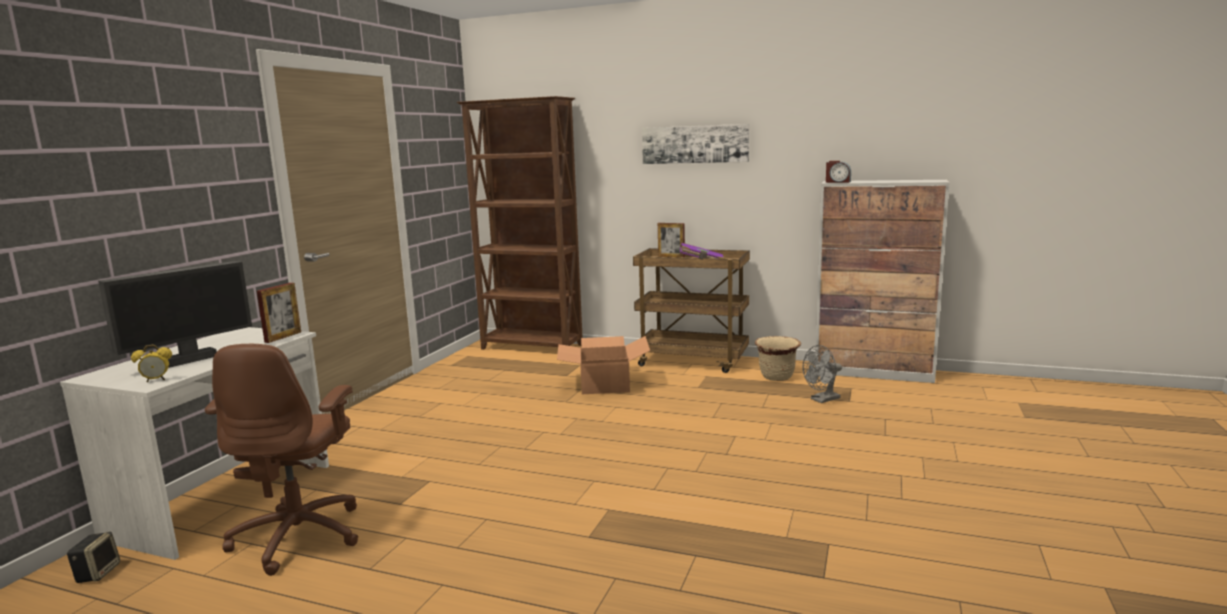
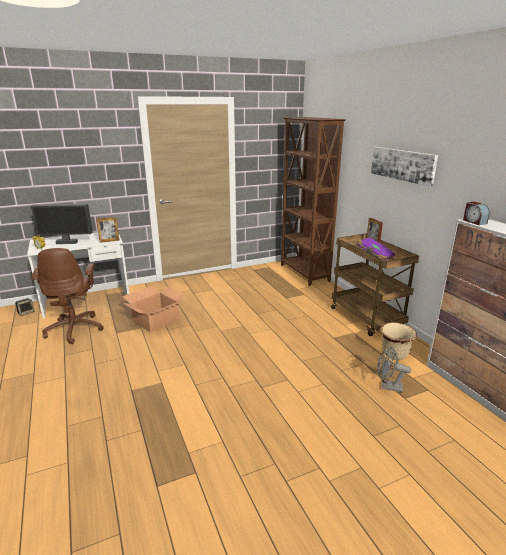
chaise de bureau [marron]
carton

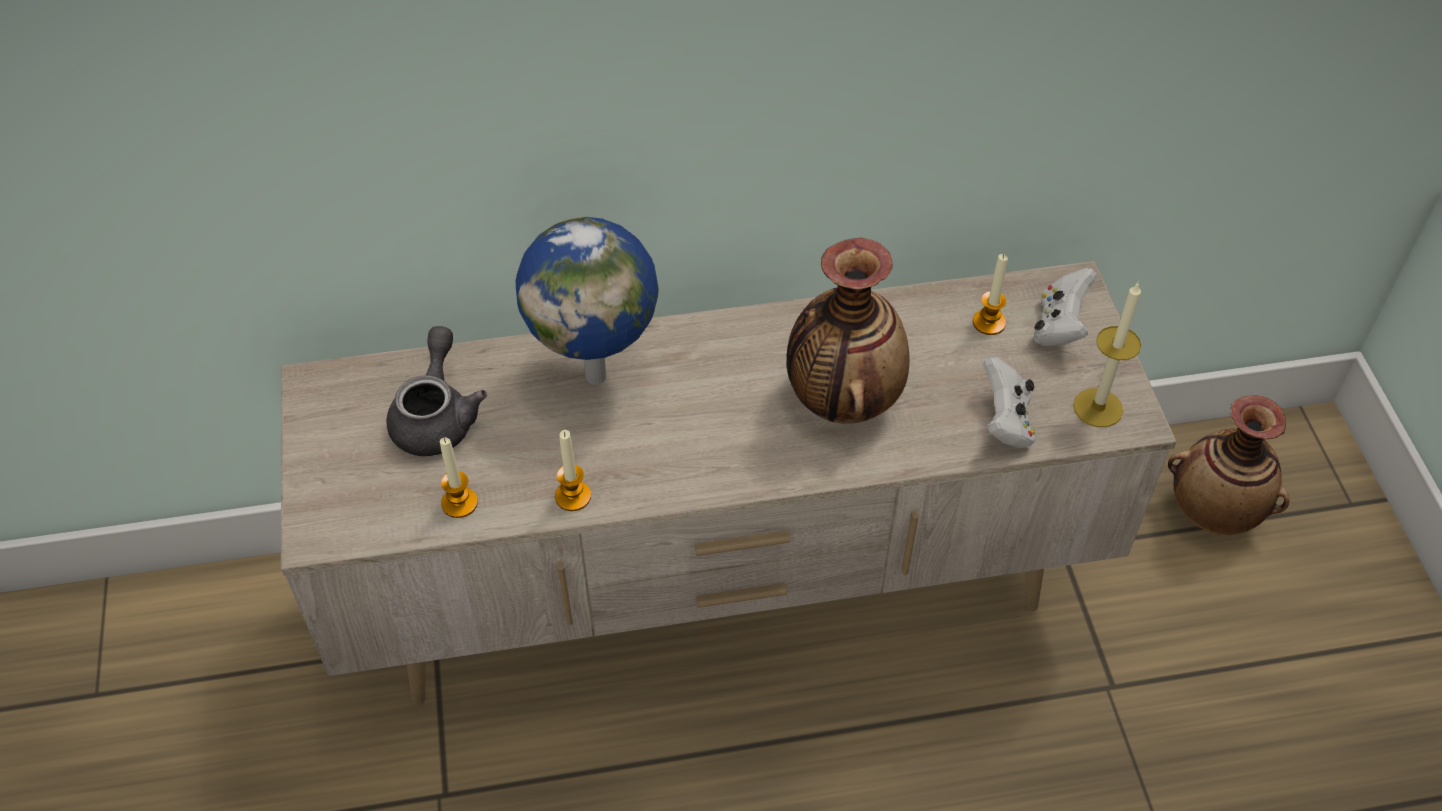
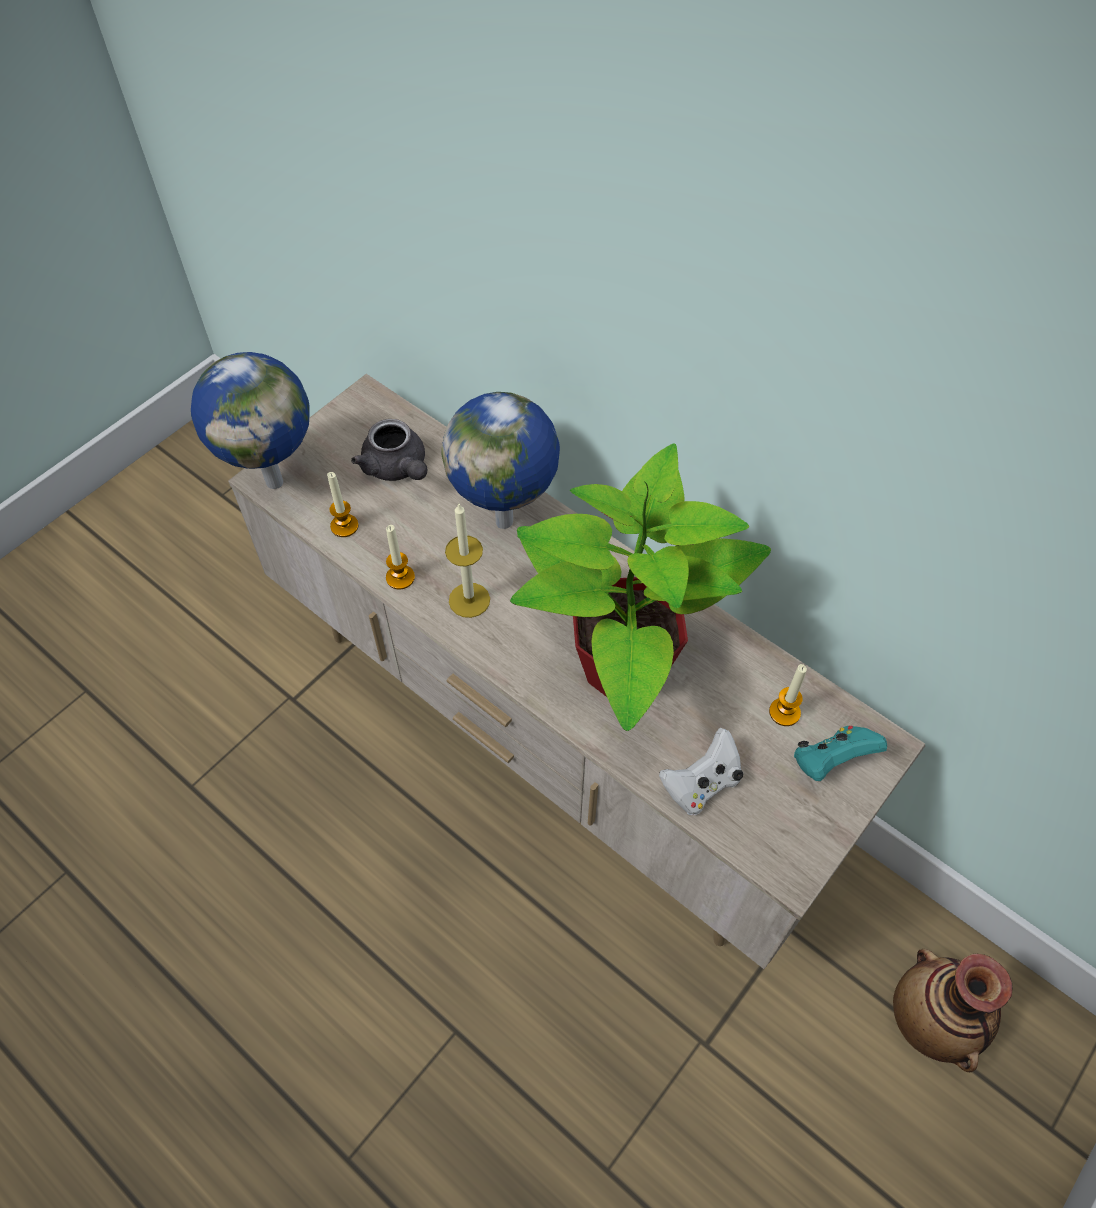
théière [gris]
plante en pot
manette [turquoise]
bougie (no. 3 from left)
globe (no. 1 from left)

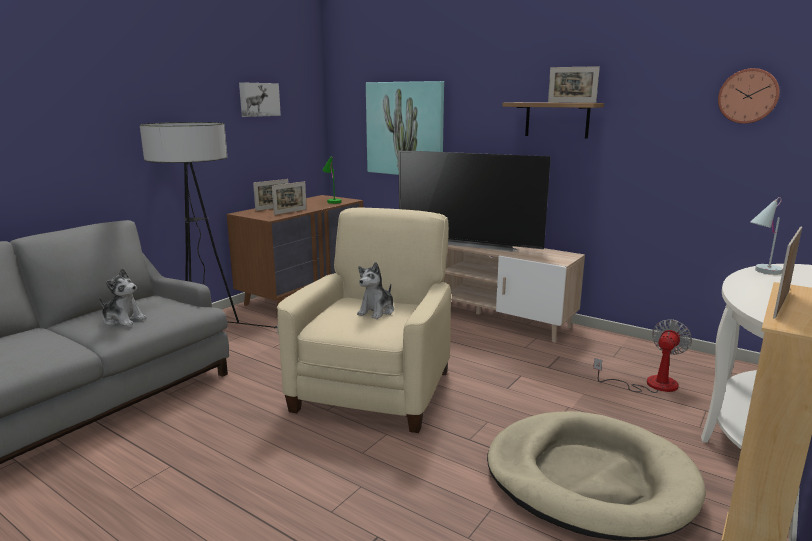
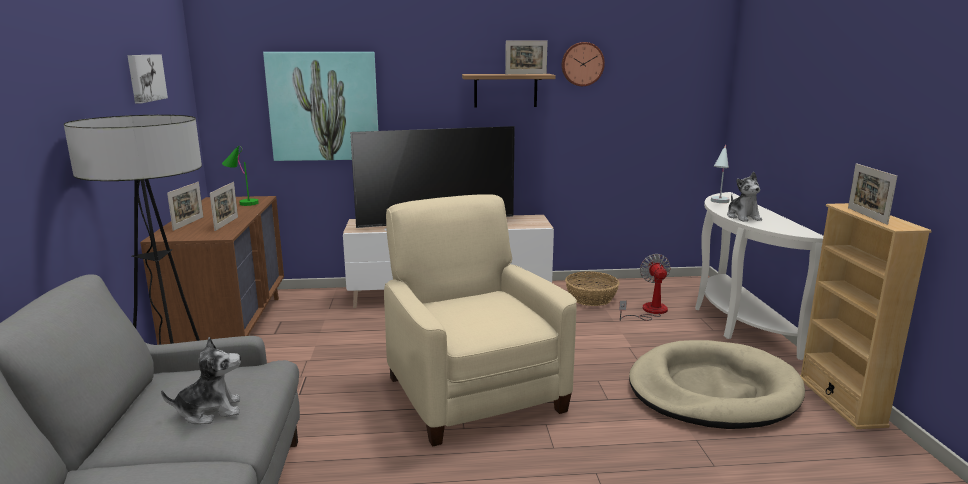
peluche (no. 2 from left)
horloge murale
panier

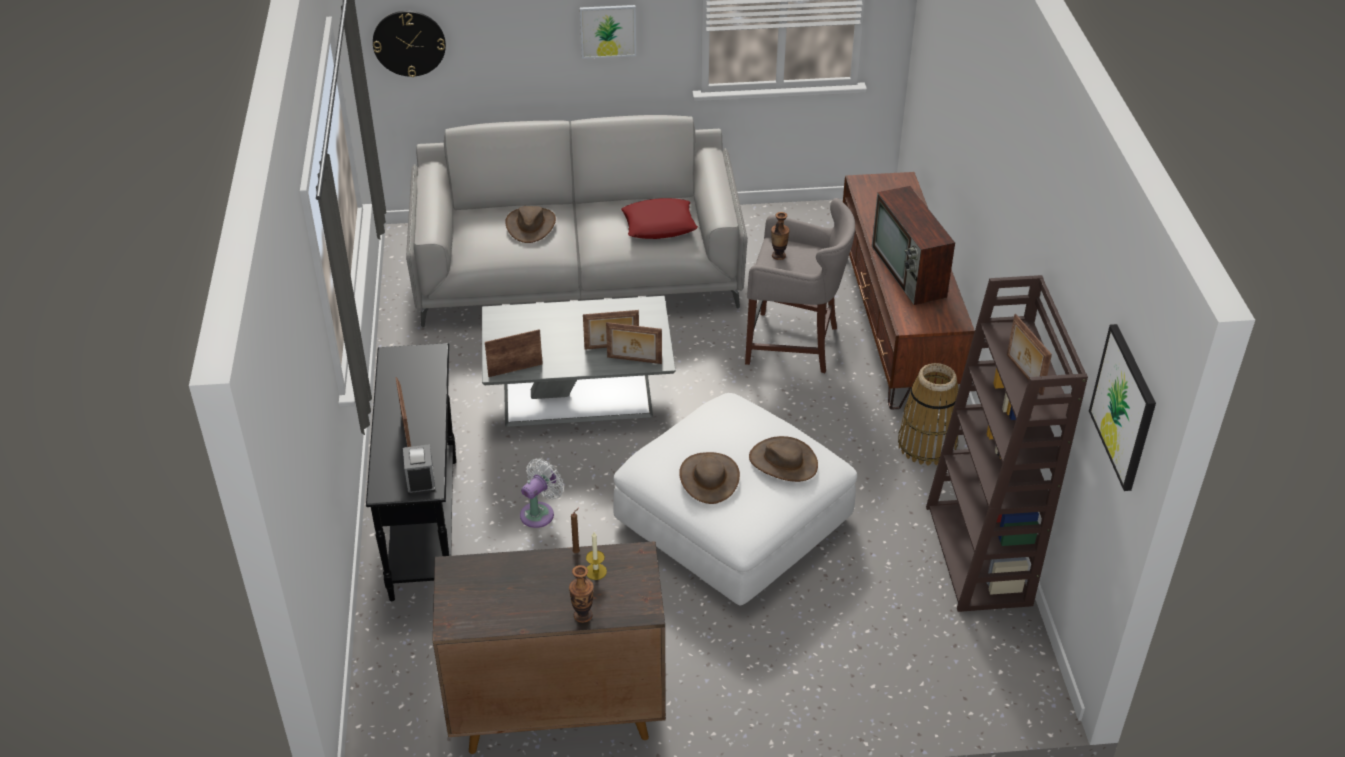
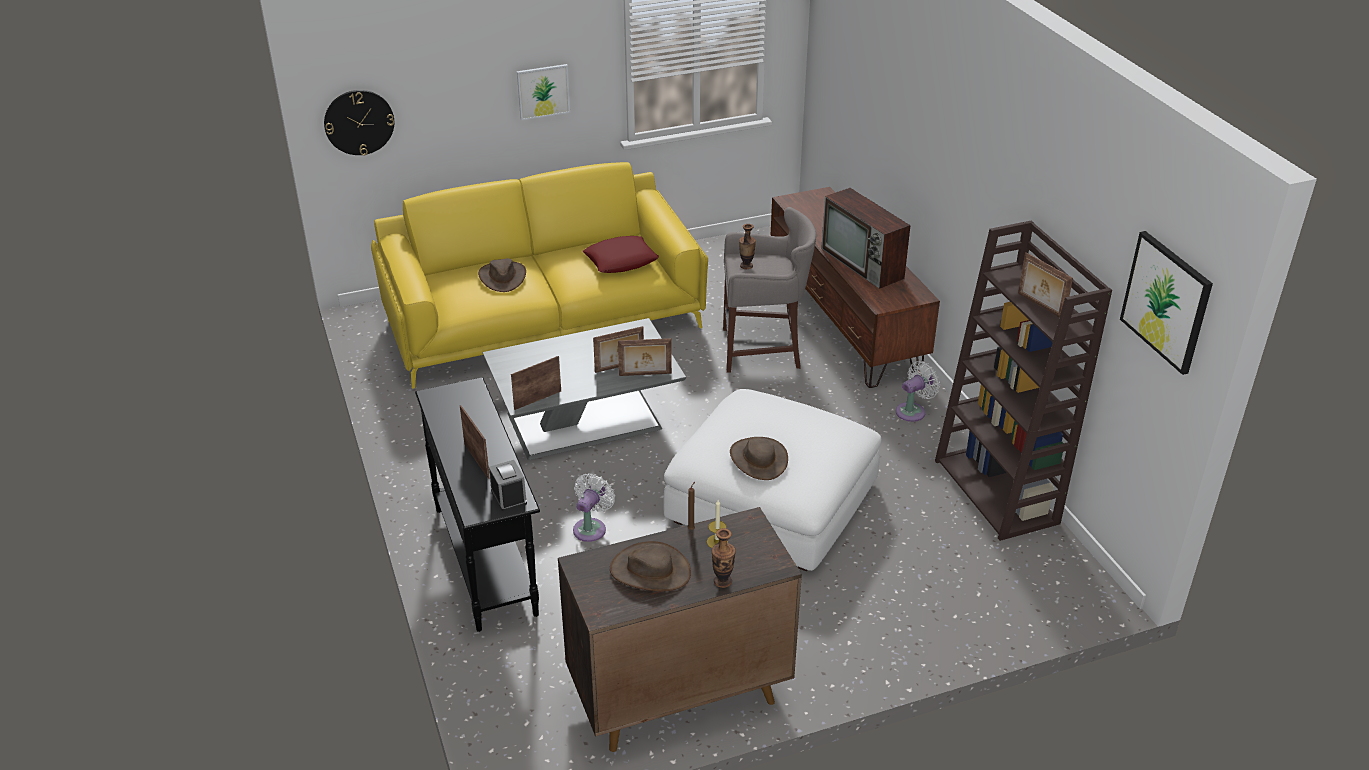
canapé [jaune]
chapeau [marron] (no. 2 from left)
ventilateur [blanc] (no. 2 from left)

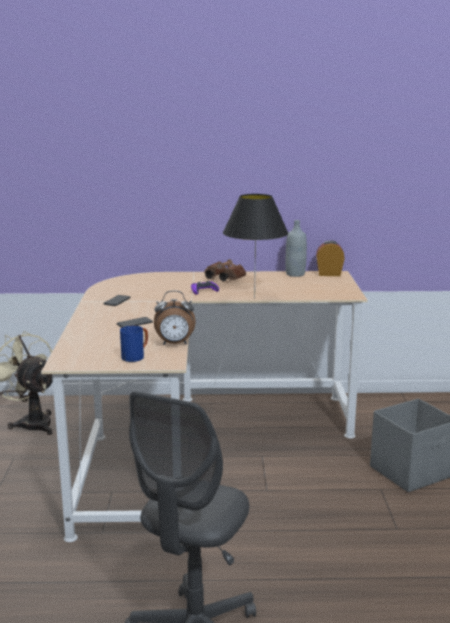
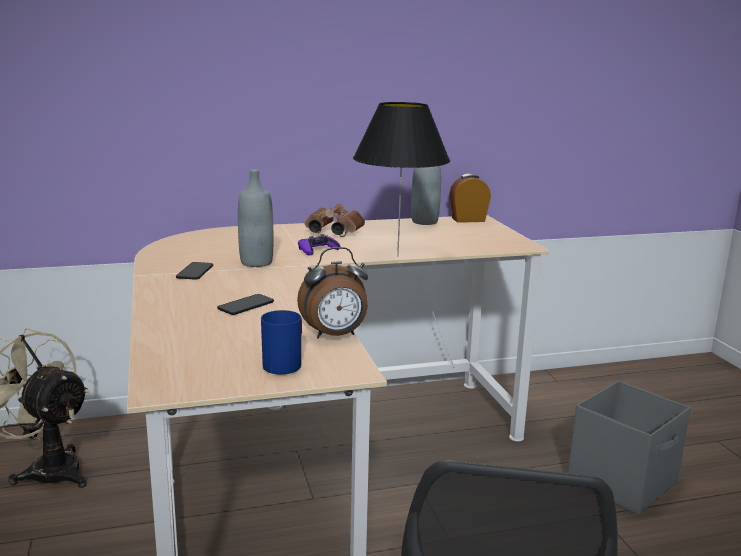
bouteille [gris] (no. 1 from left)

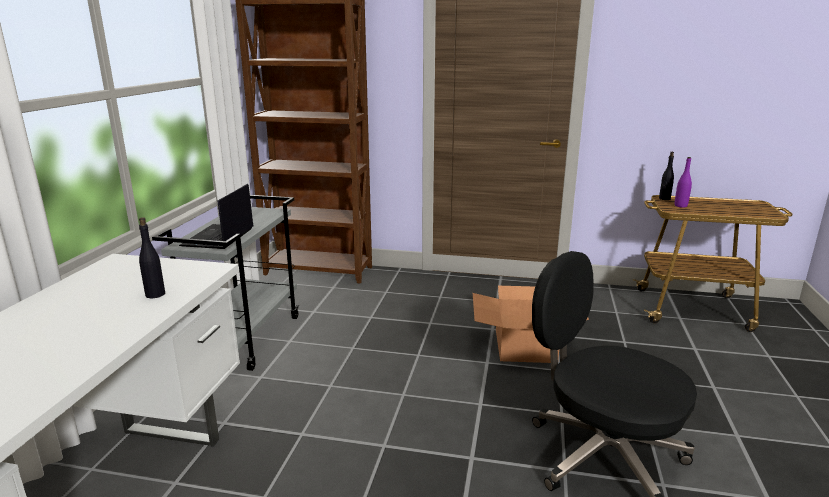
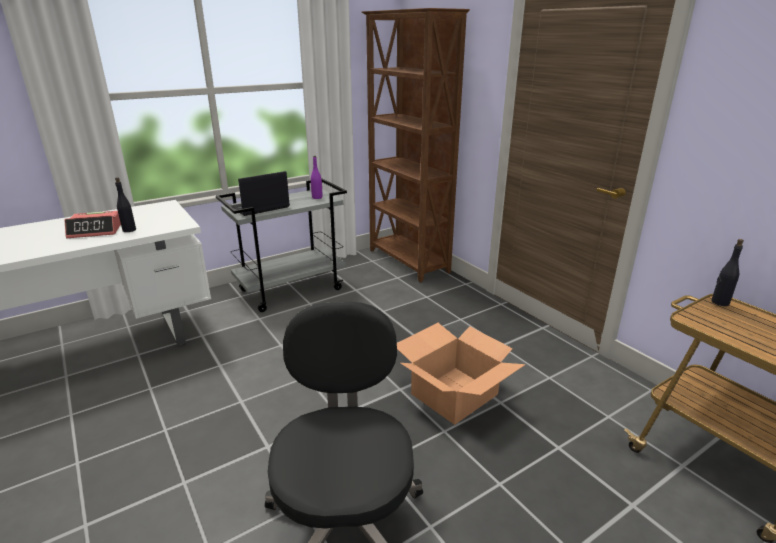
bouteille [violet]
réveil

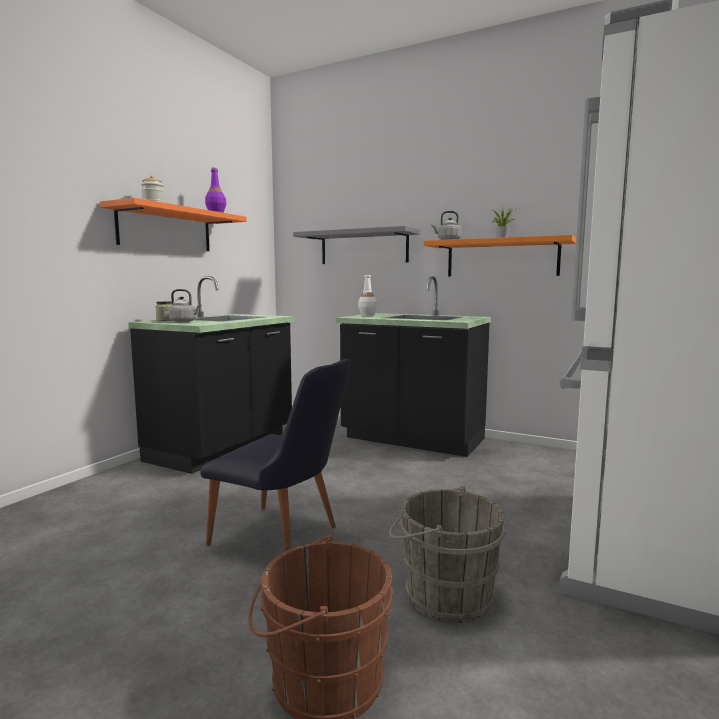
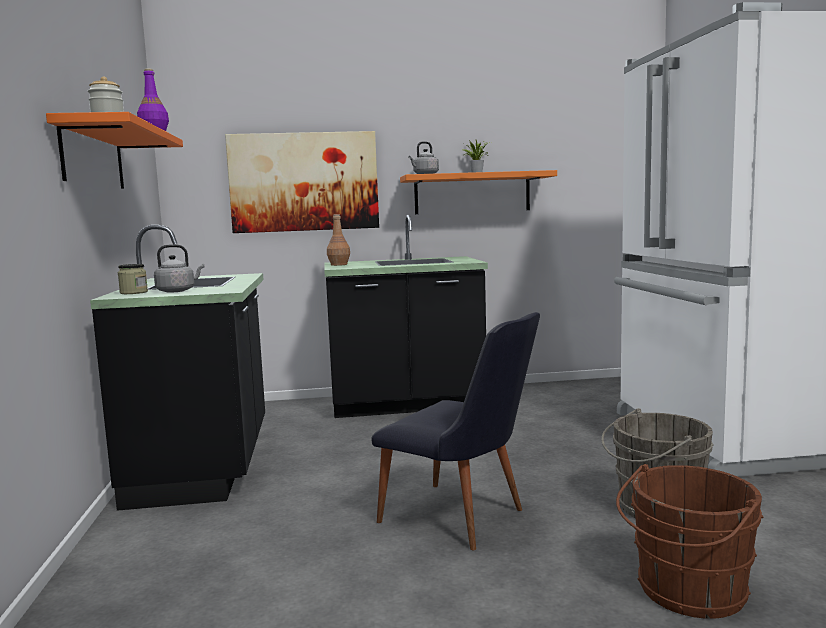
chaise [noir]
tableau
bouteille [marron]

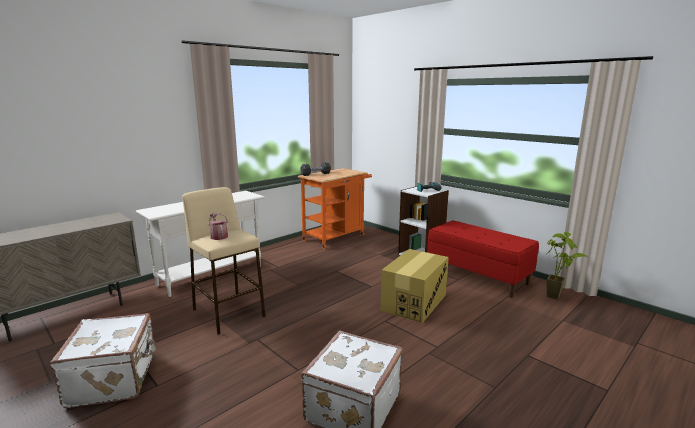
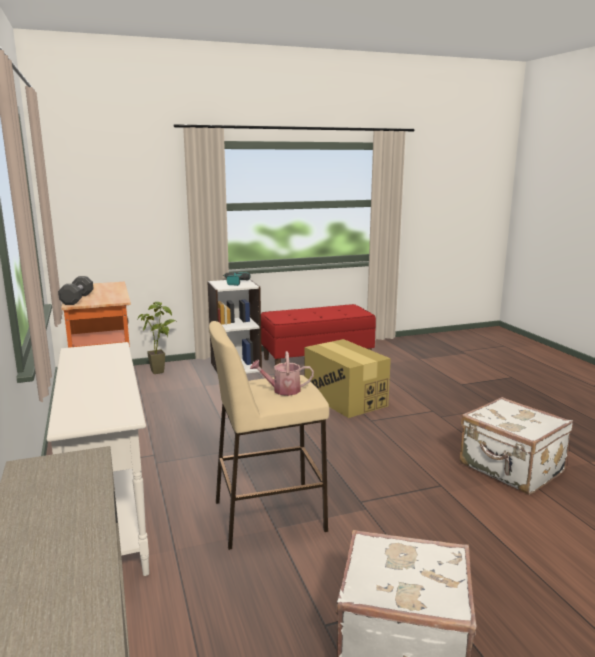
plante en pot

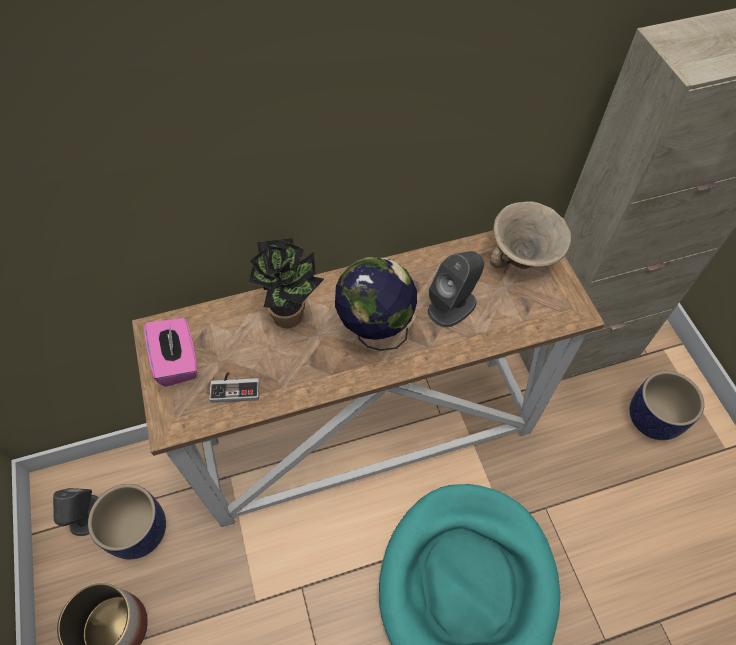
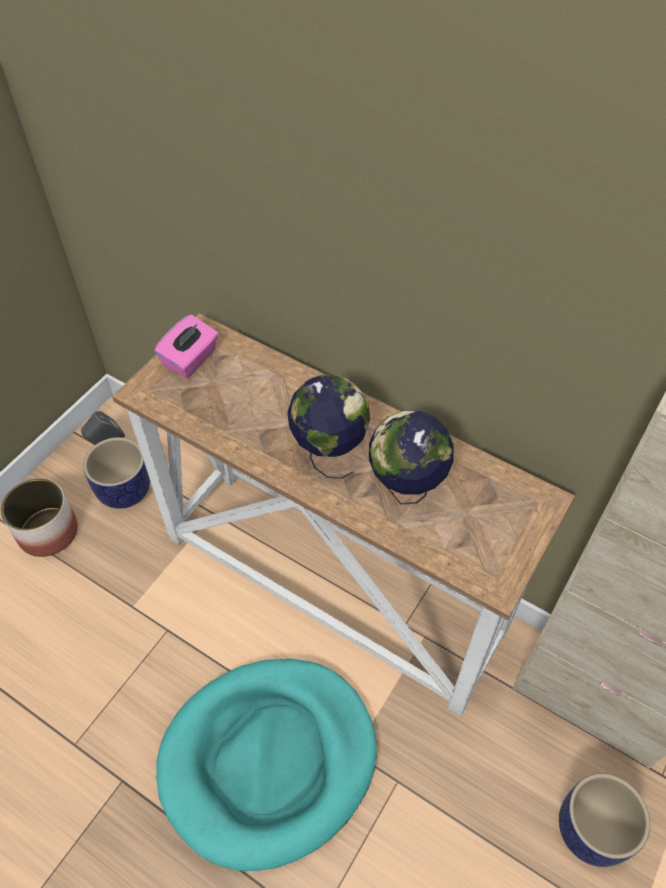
manette
plante en pot
globe (no. 2 from left)
bol [beige]

